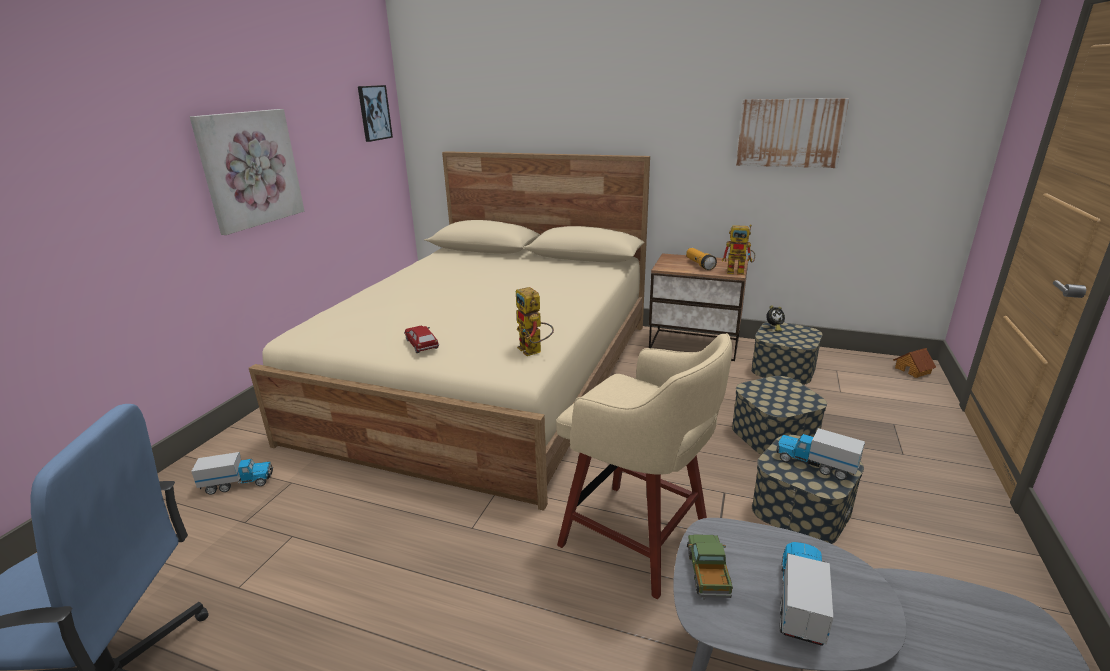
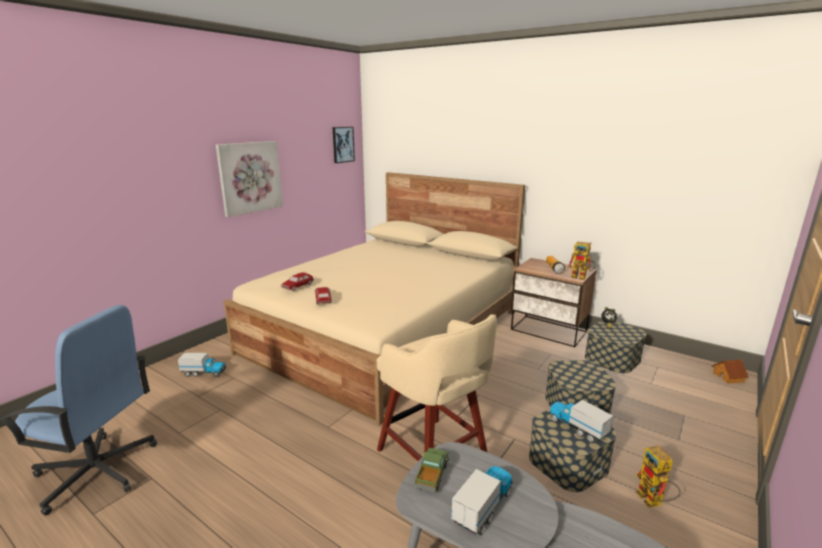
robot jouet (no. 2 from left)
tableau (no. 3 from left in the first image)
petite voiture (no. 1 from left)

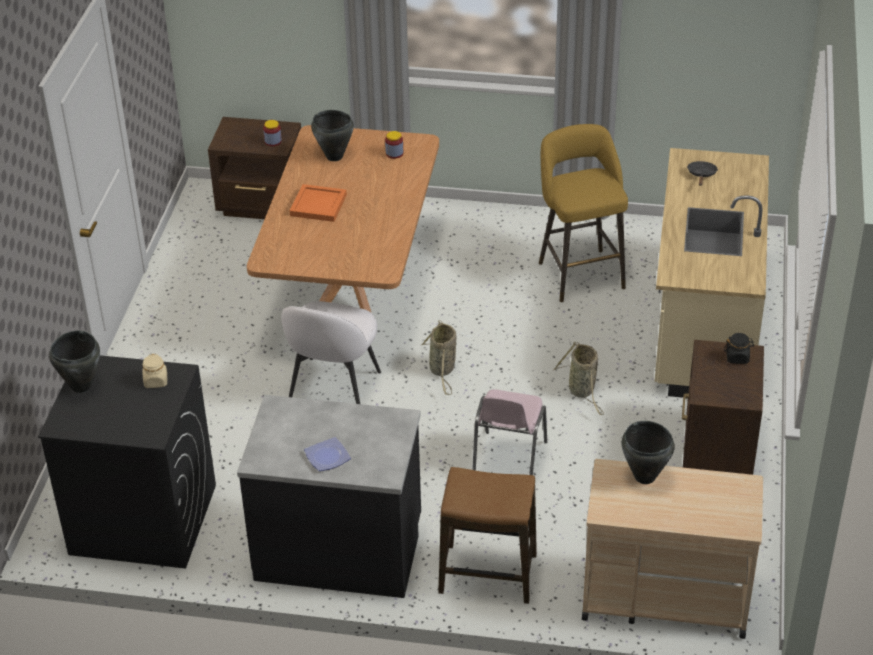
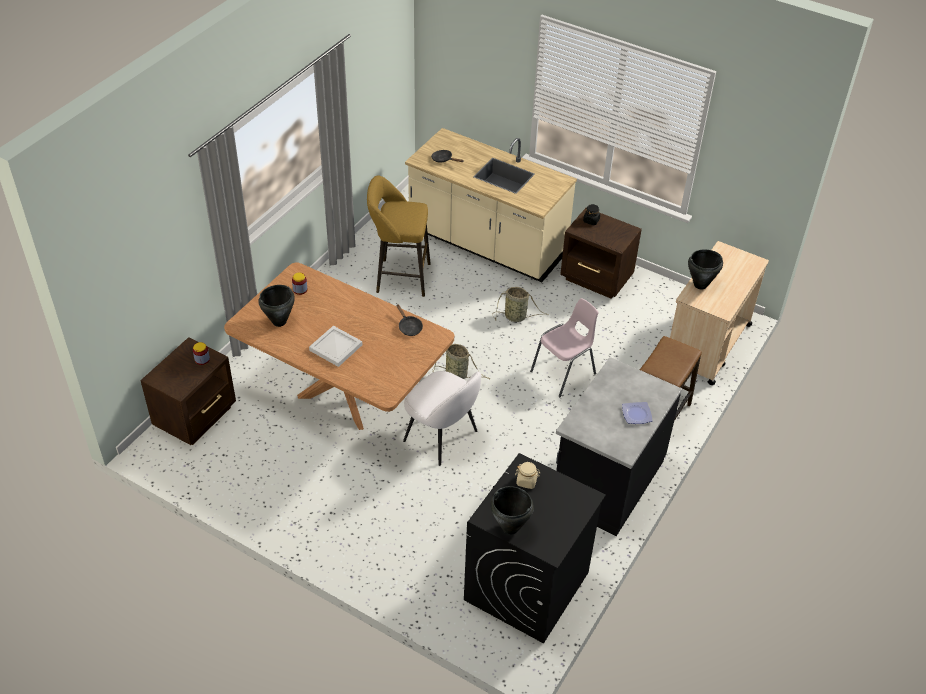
plateau [blanc]
chaise [rose]
poêle [noir] (no. 1 from left)

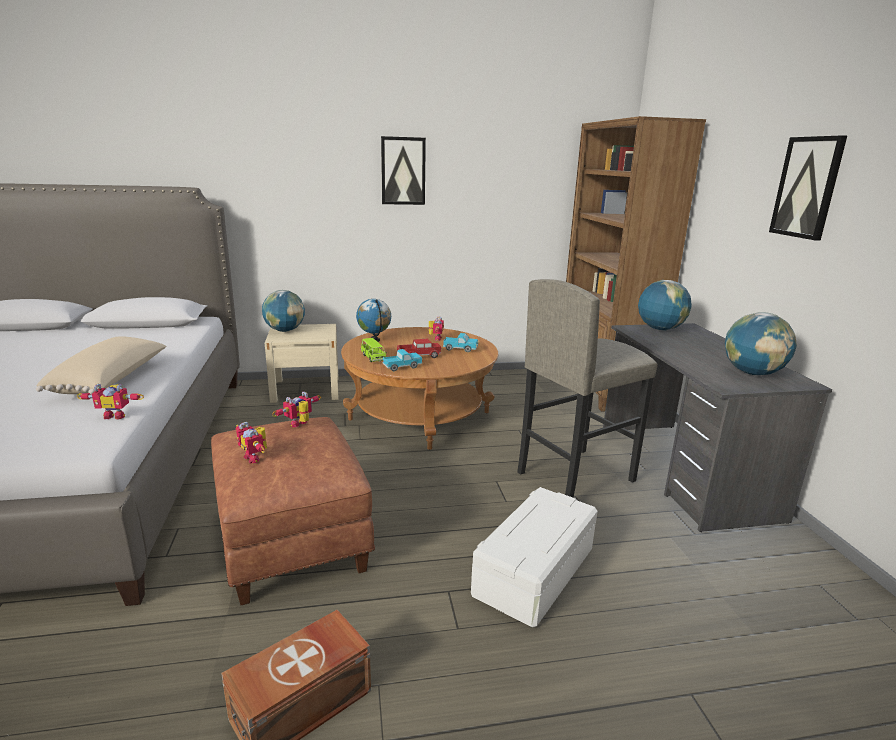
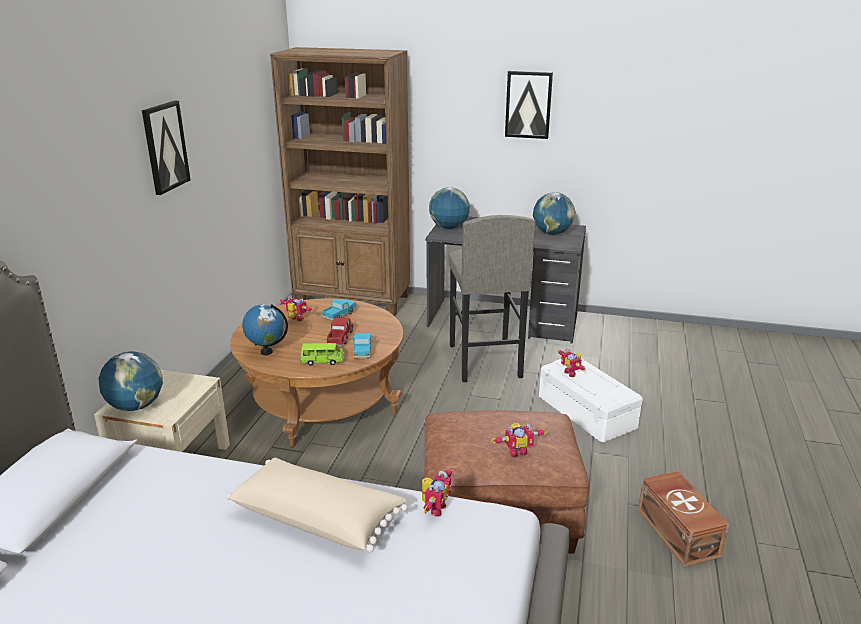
robot jouet (no. 4 from left)

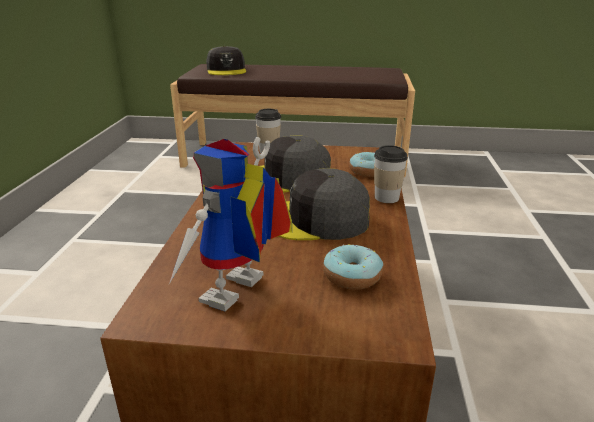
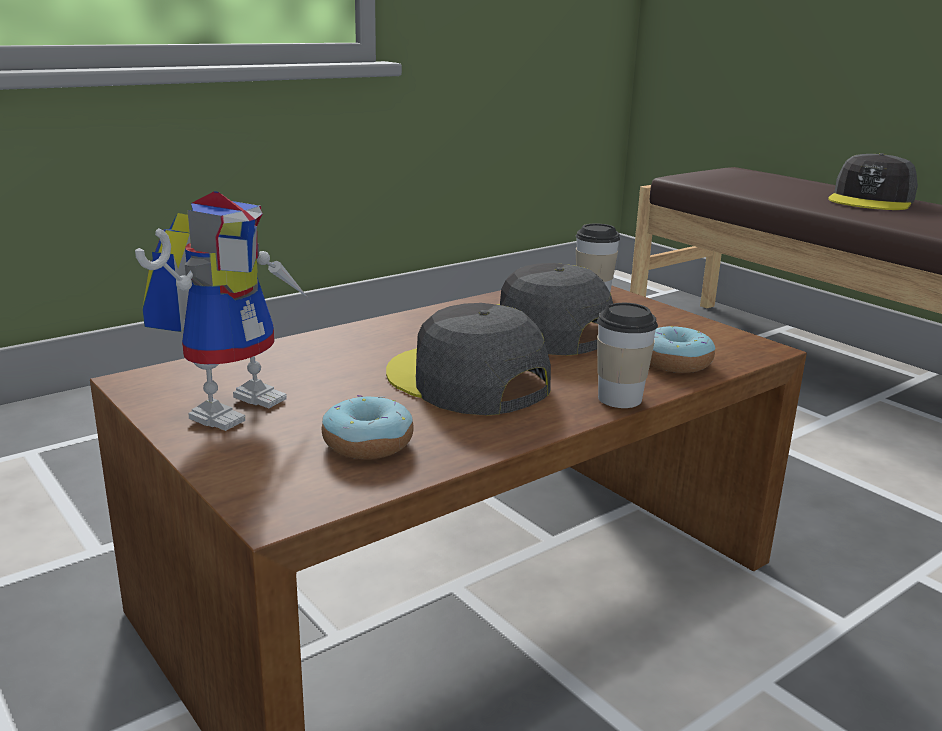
robot jouet
casquette [gris] (no. 3 from left)

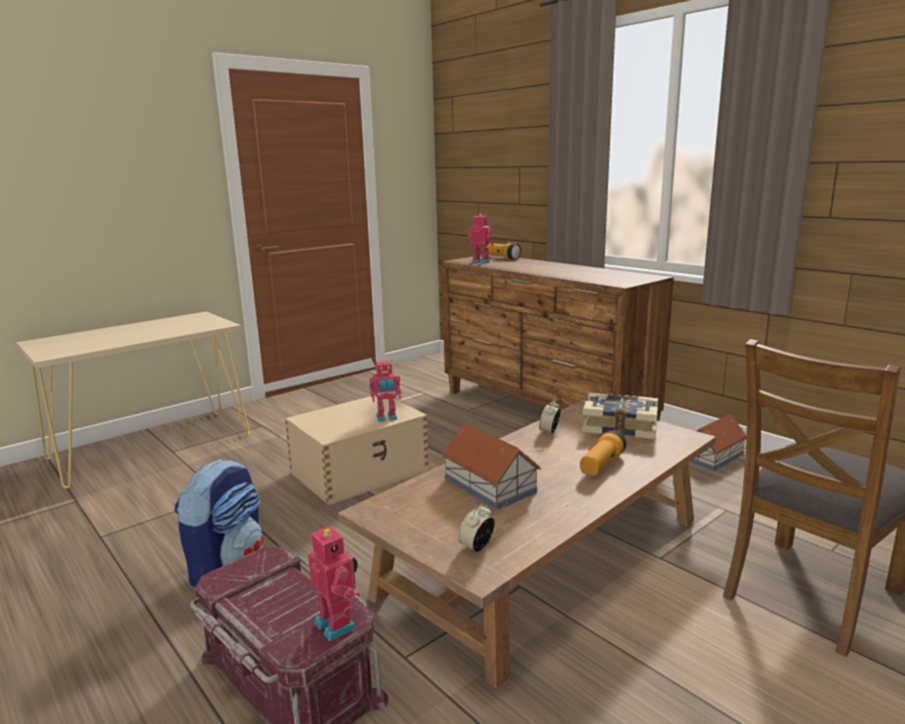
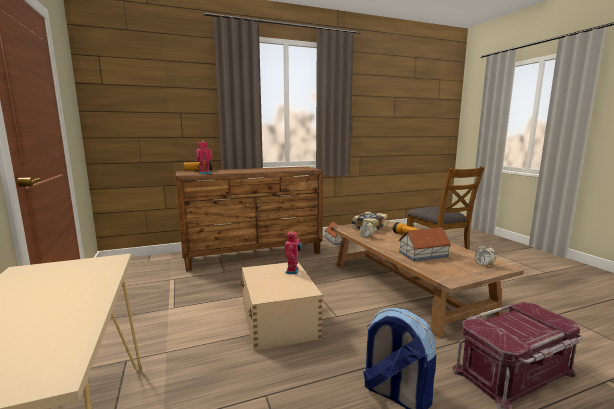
robot jouet (no. 1 from left in the first image)

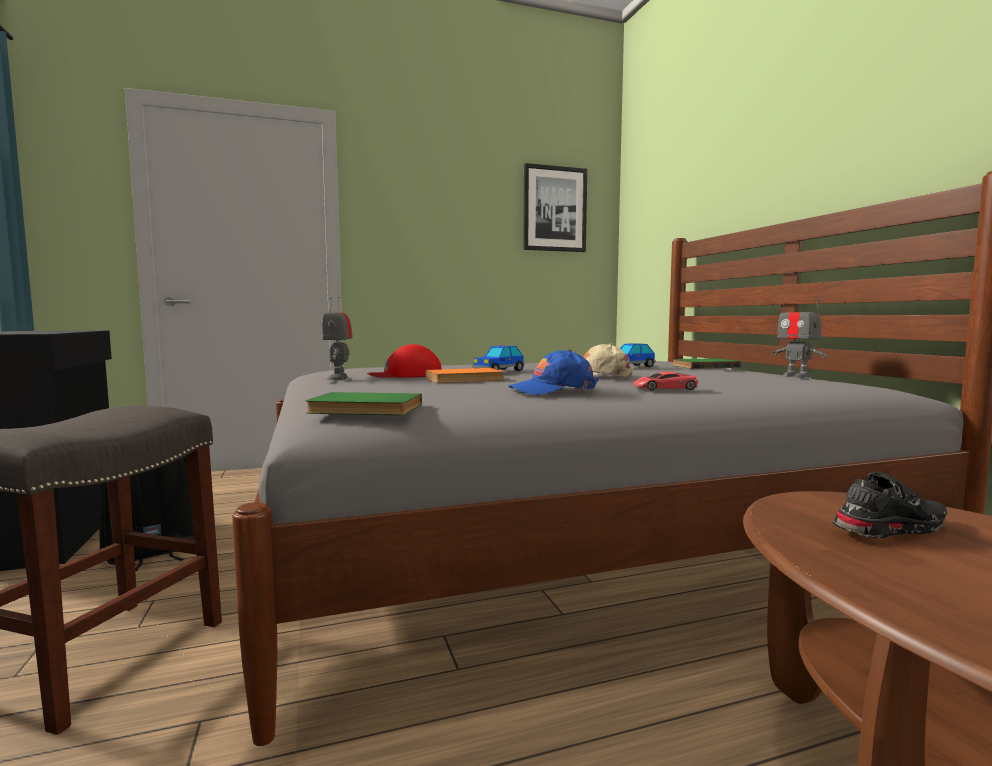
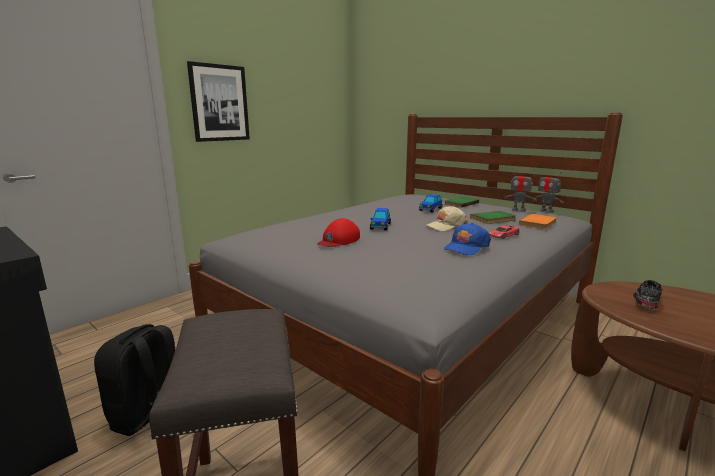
livre [vert] (no. 2 from left)
robot jouet (no. 2 from left)
livre [orange]
tableau

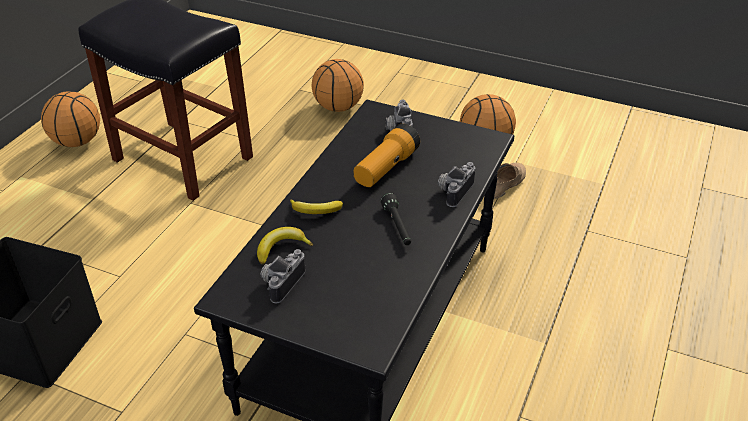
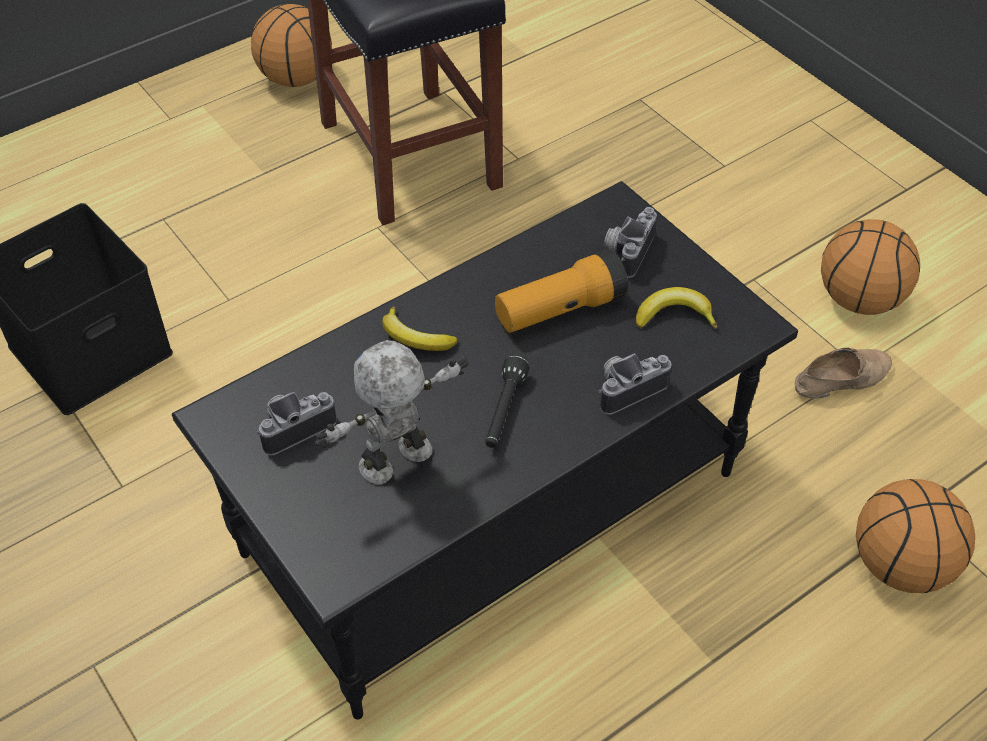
banane (no. 2 from left)
ballon de basket (no. 3 from left)
robot jouet

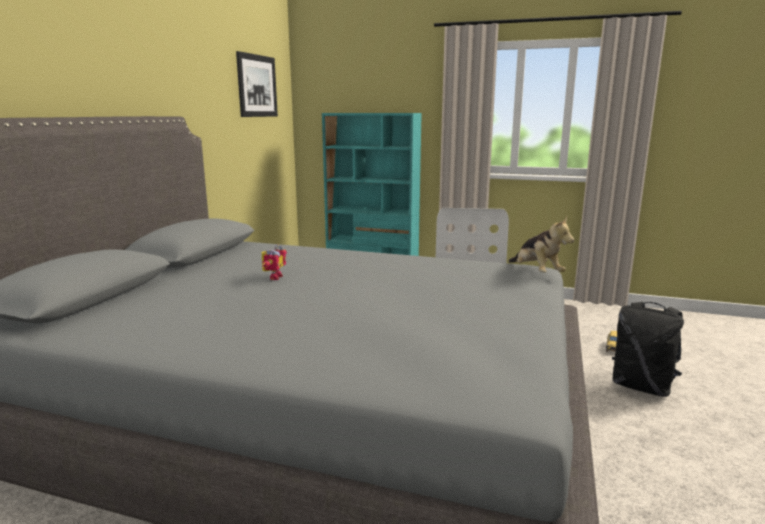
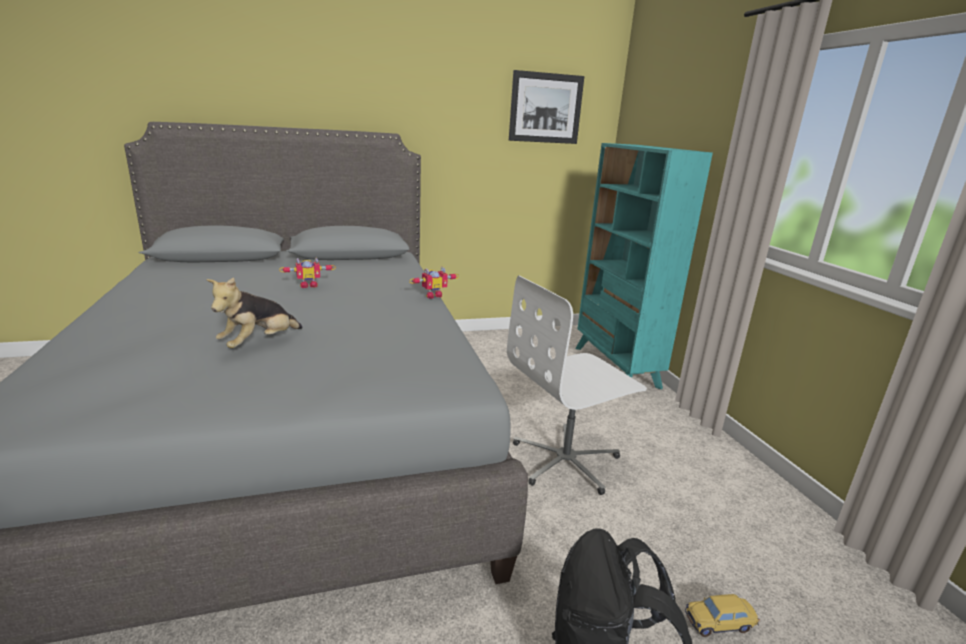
peluche
robot jouet (no. 2 from left)

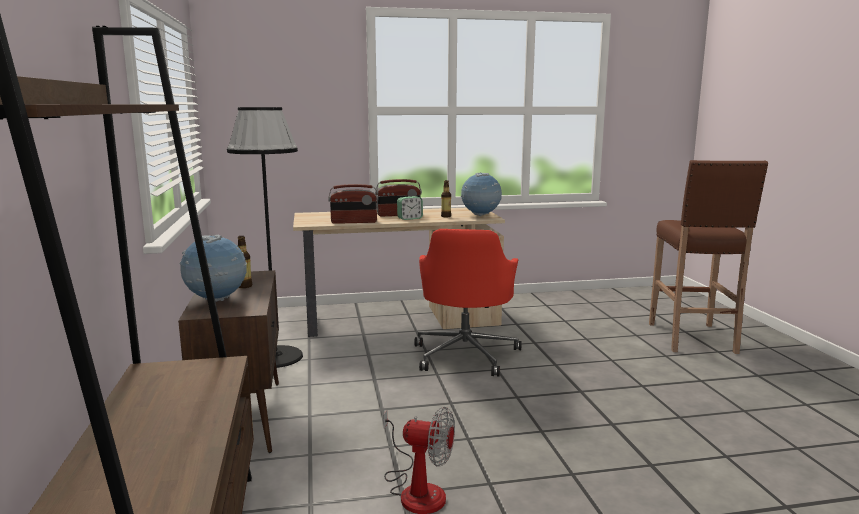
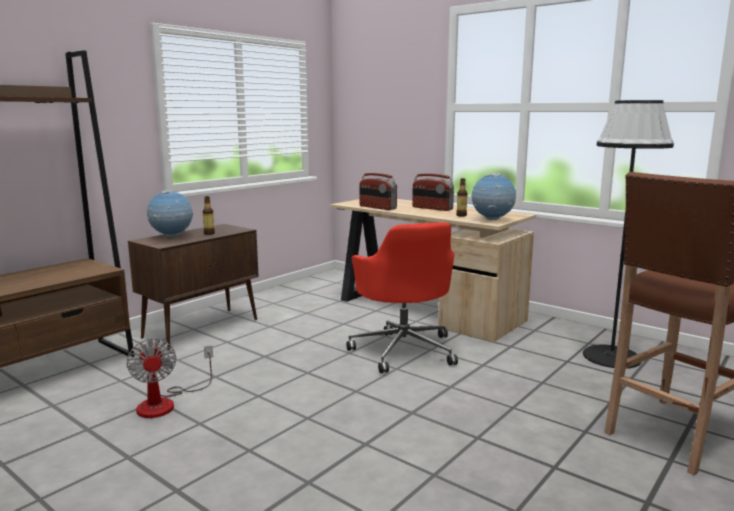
lampadaire [noir]
réveil
chaise de bureau [rouge]

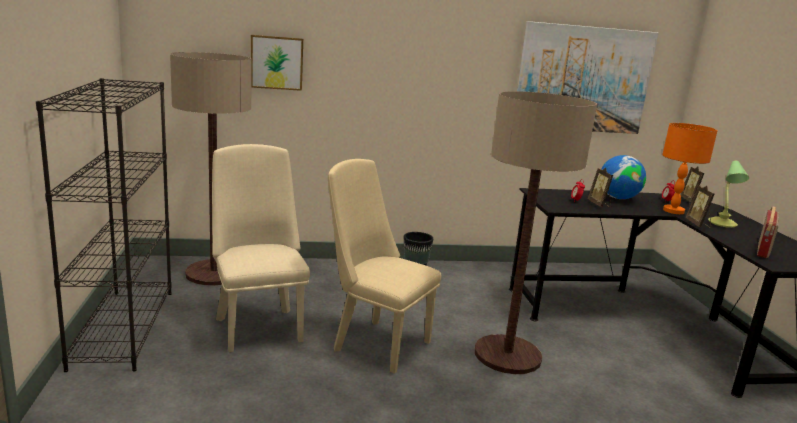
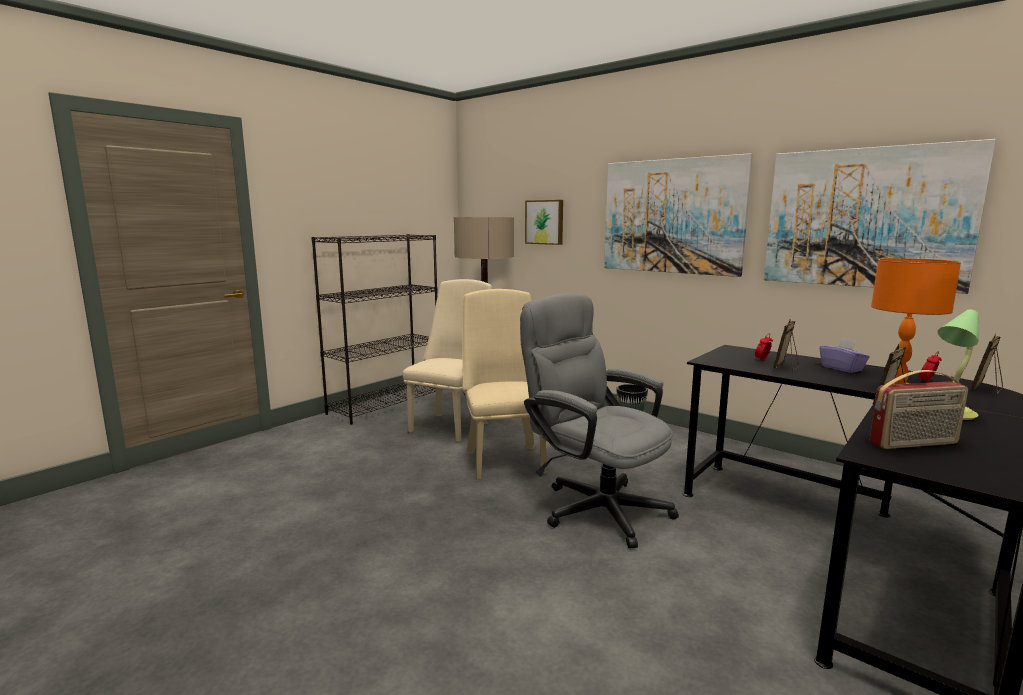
chaise de bureau [gris]
boîte à mouchoirs [violet]
tableau (no. 2 from left)

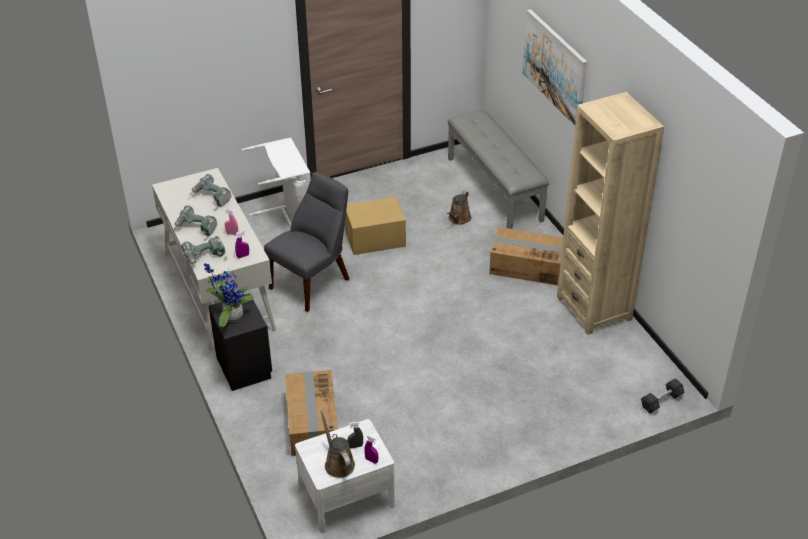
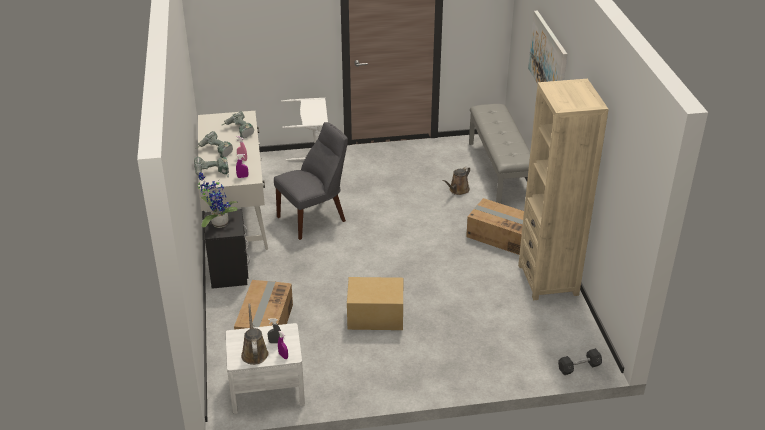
carton (no. 2 from left)

